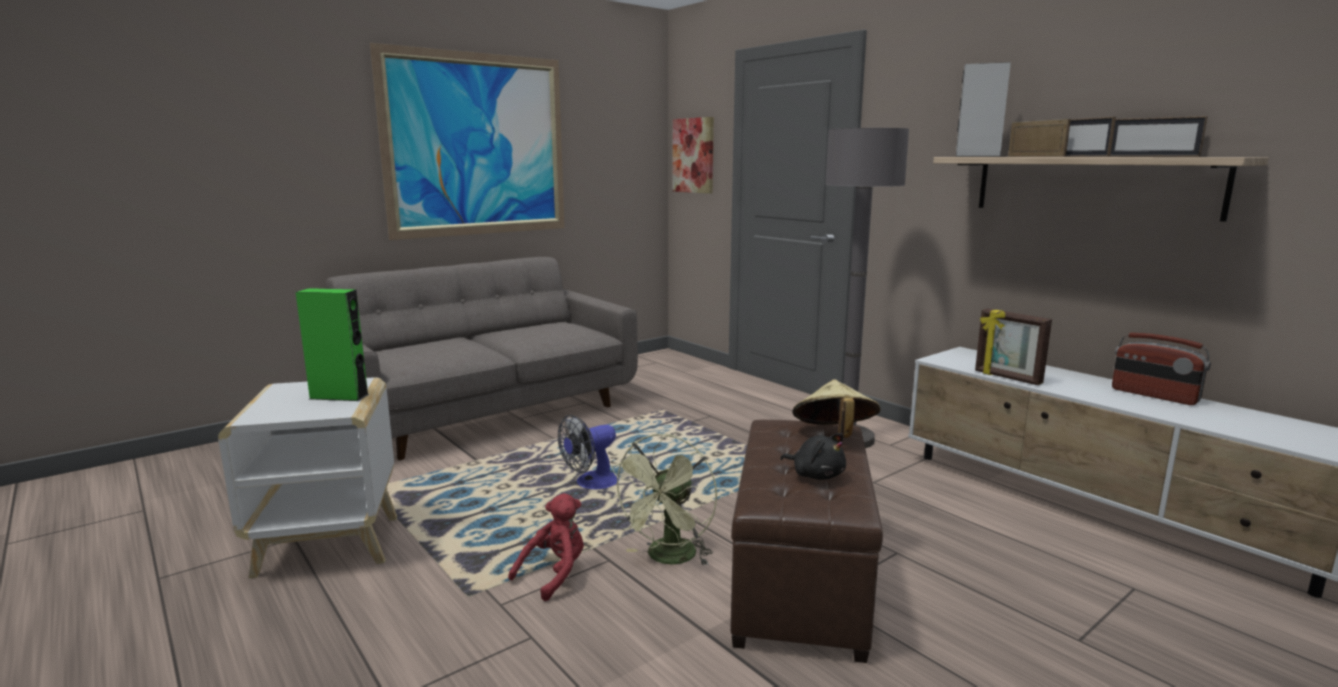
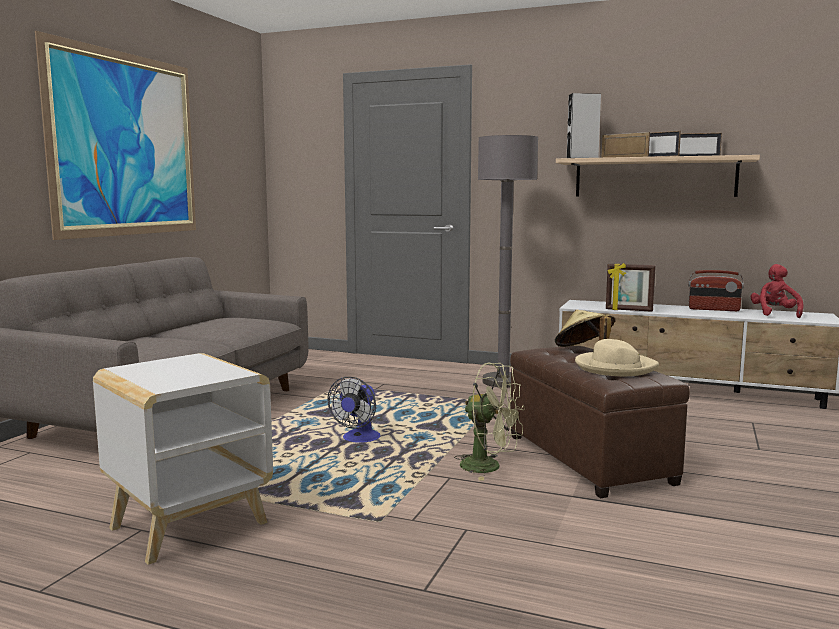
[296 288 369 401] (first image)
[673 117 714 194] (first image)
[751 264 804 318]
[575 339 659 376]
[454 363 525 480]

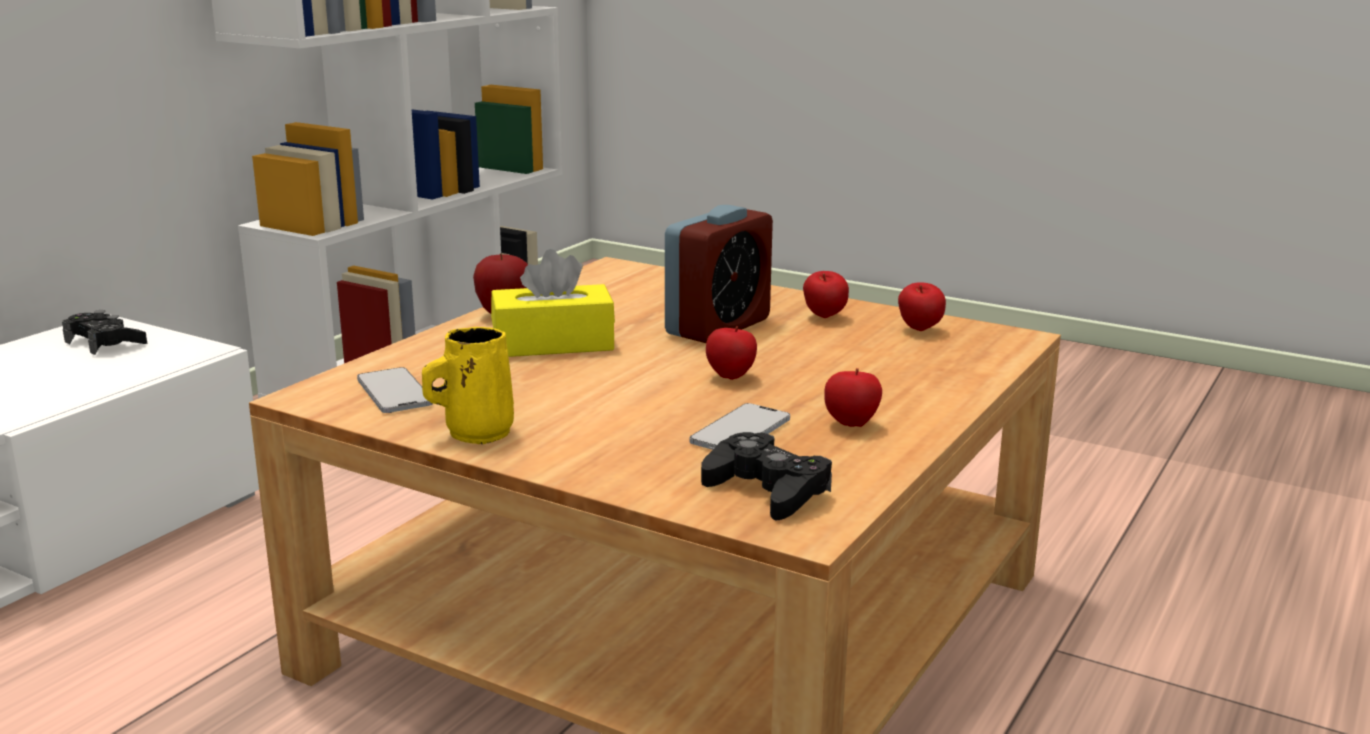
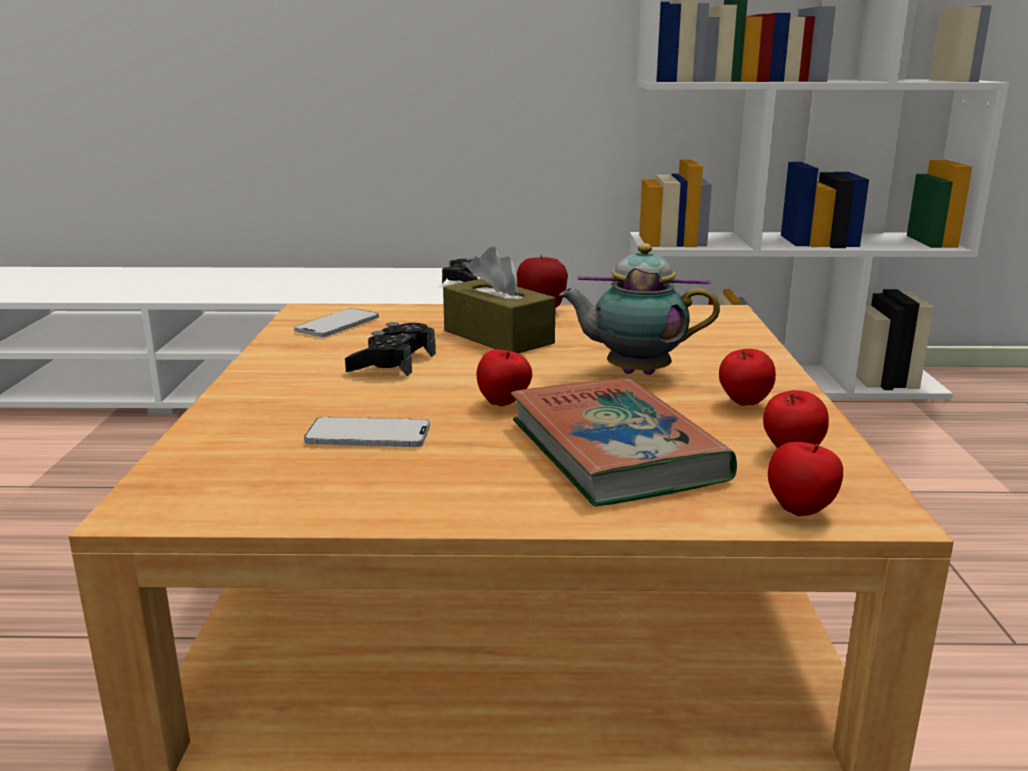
[422 327 514 444] (first image)
[510 378 737 506]
[345 322 436 376]
[768 442 843 516]
[559 243 720 375]
[443 247 556 353]

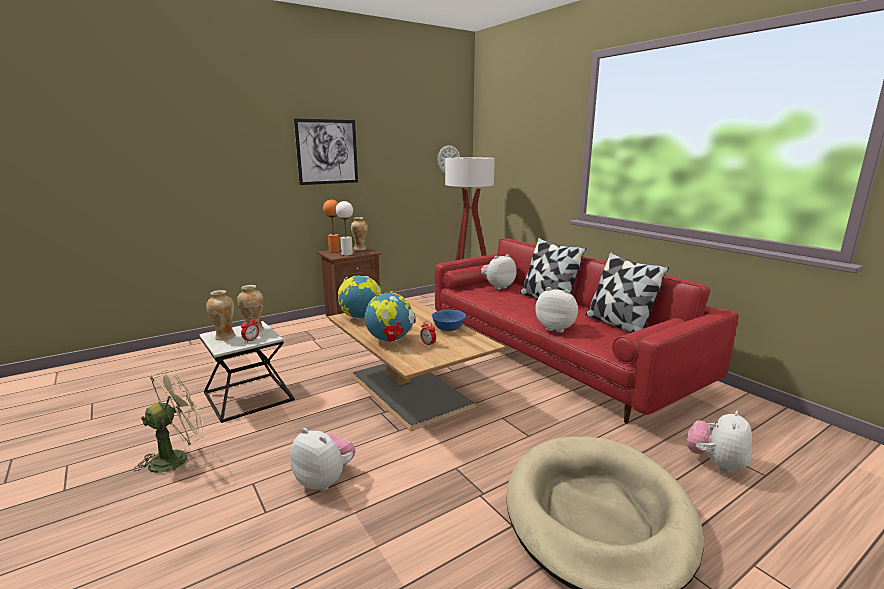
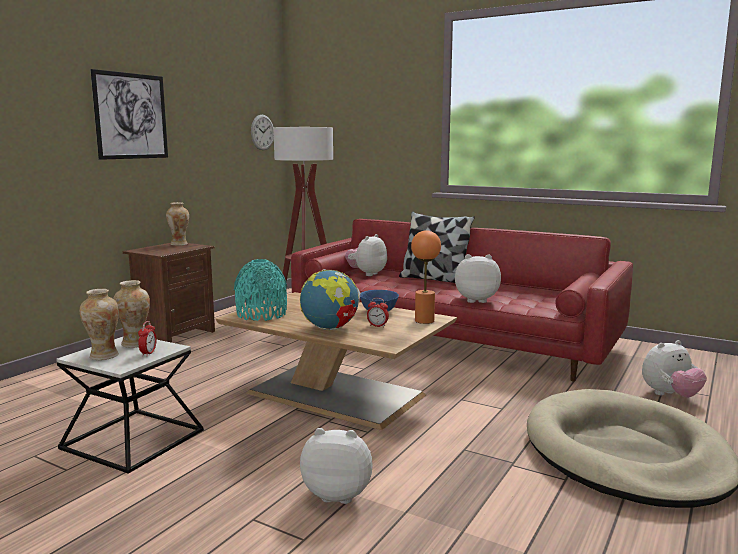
[134 370 205 473] (first image)
[336 201 353 256] (first image)
[586 252 669 333] (first image)
[411 230 441 324]
[234 259 287 321]
[642 340 707 398]

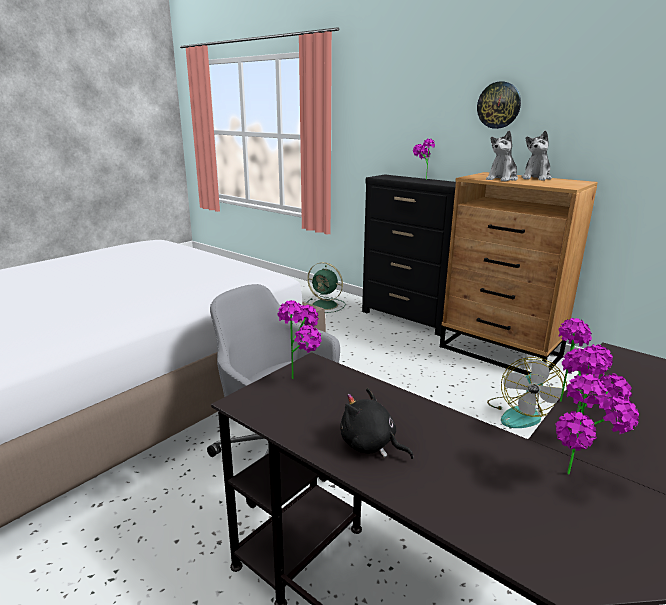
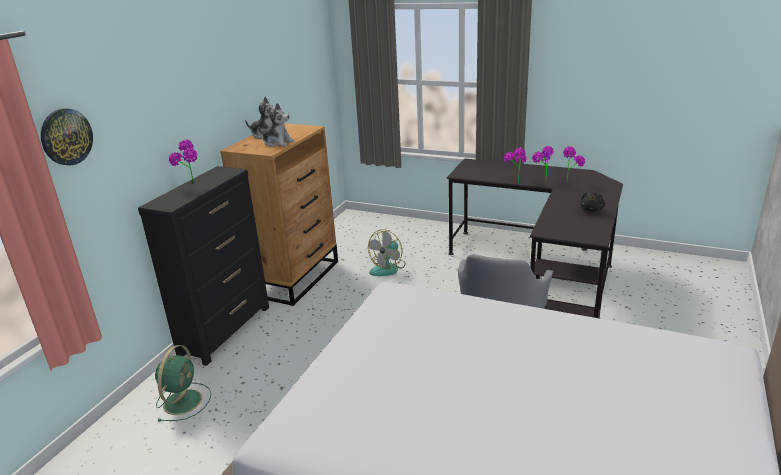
[278 300 321 379] (first image)
[41 108 93 166]
[368 230 405 276]

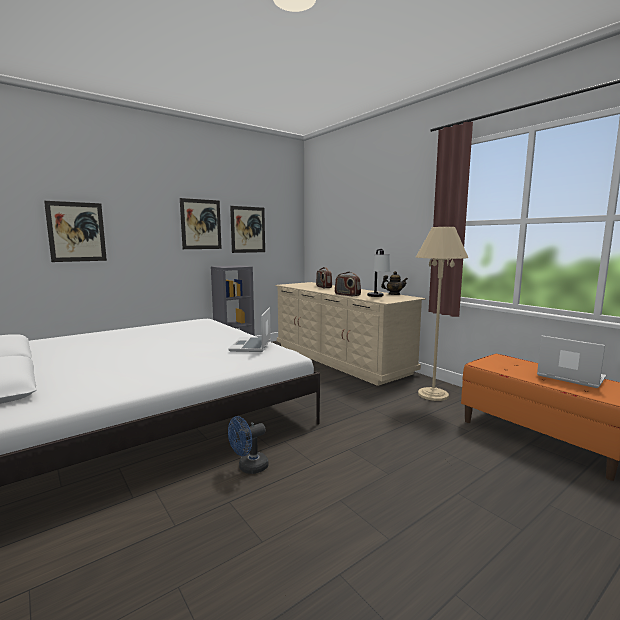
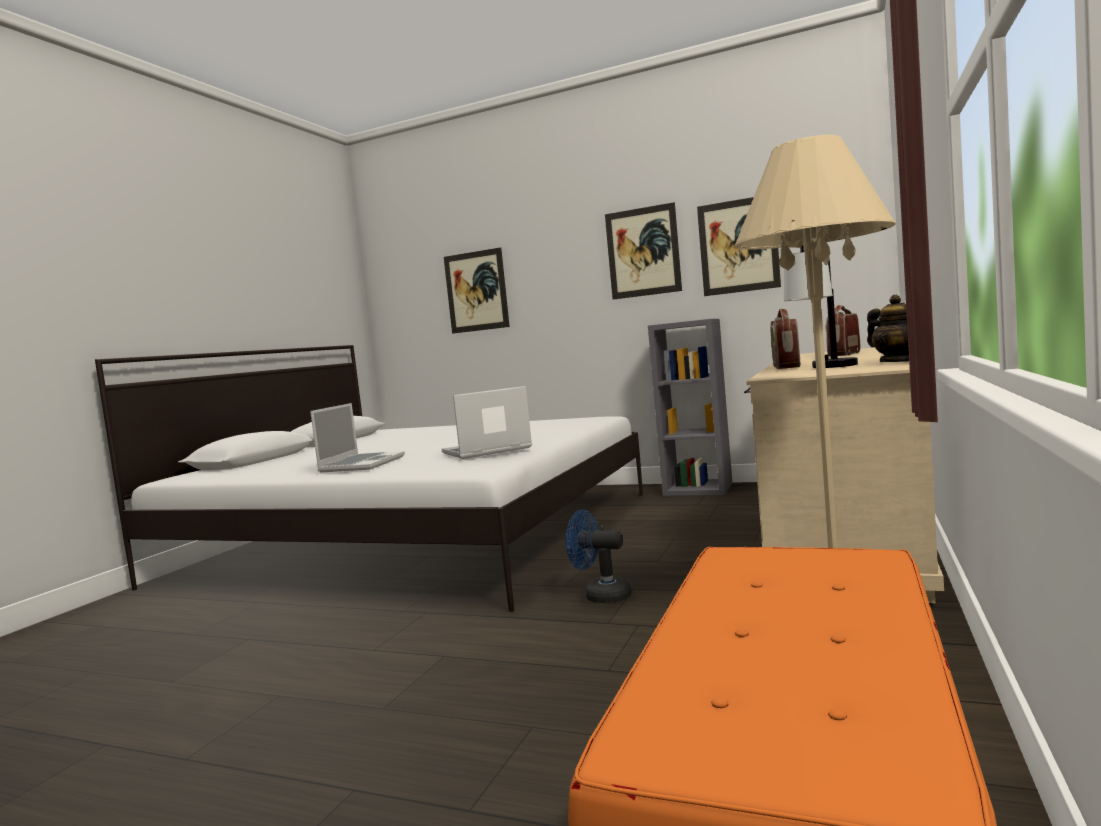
[565 510 631 603]
[310 403 405 473]

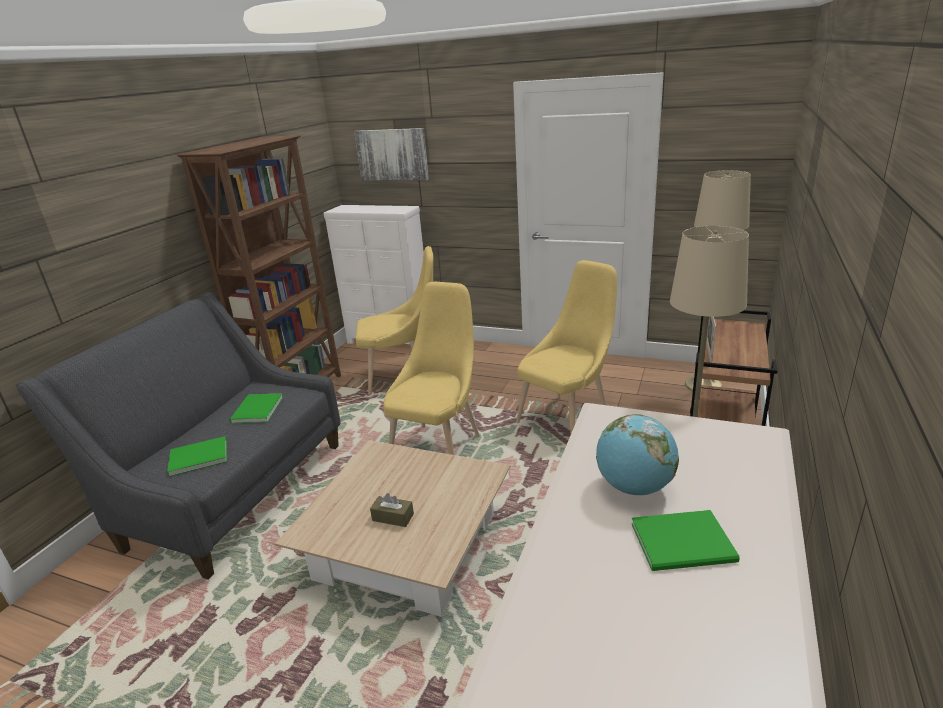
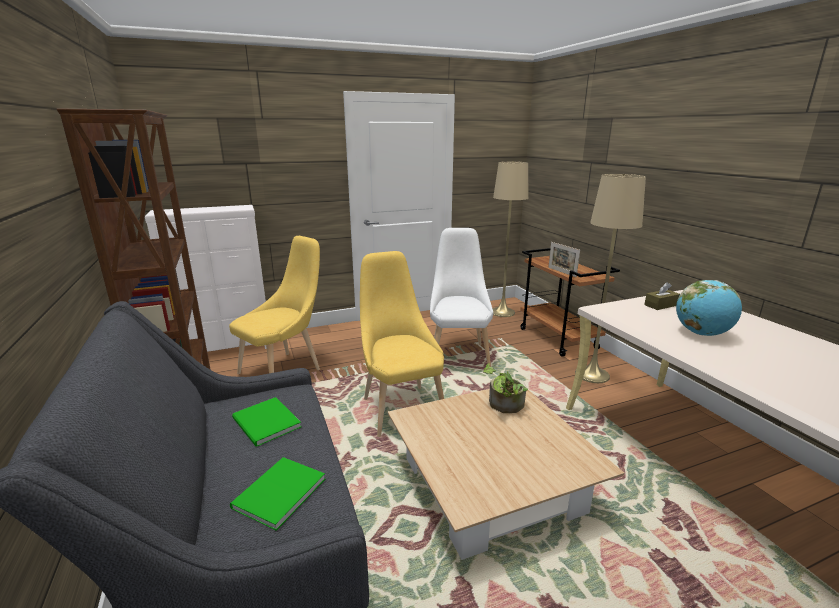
[354 128 429 180] (first image)
[632 510 740 571] (first image)
[483 363 528 413]
[644 282 680 310]
[430 228 493 367]

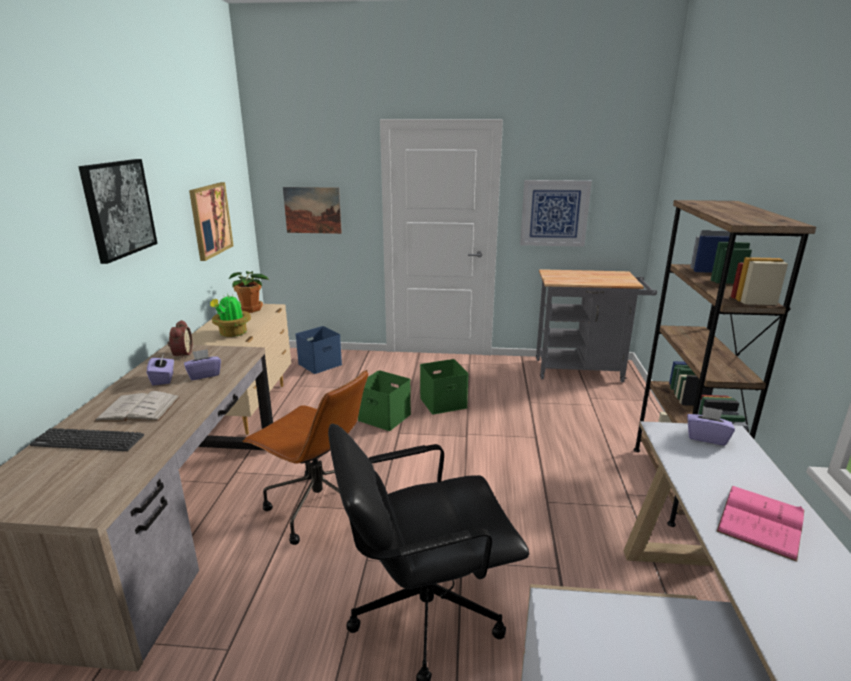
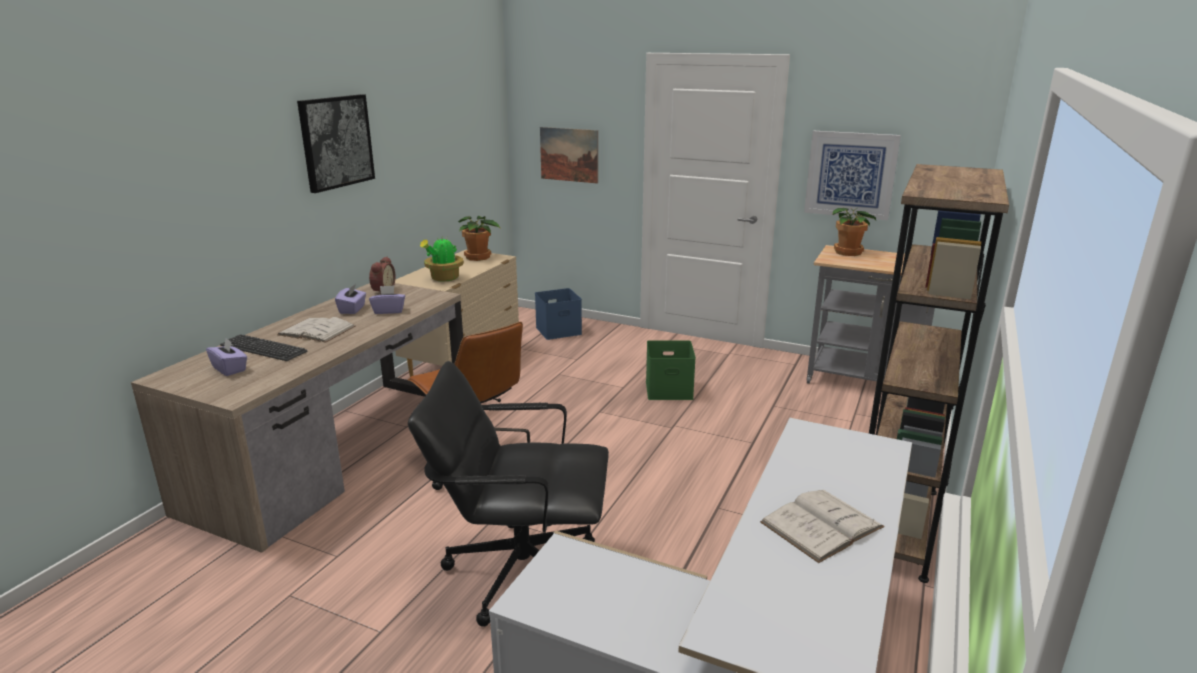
[189 182 234 261] (first image)
[358 370 411 431] (first image)
[832 208 876 256]
[206 339 247 376]
[760 490 885 563]

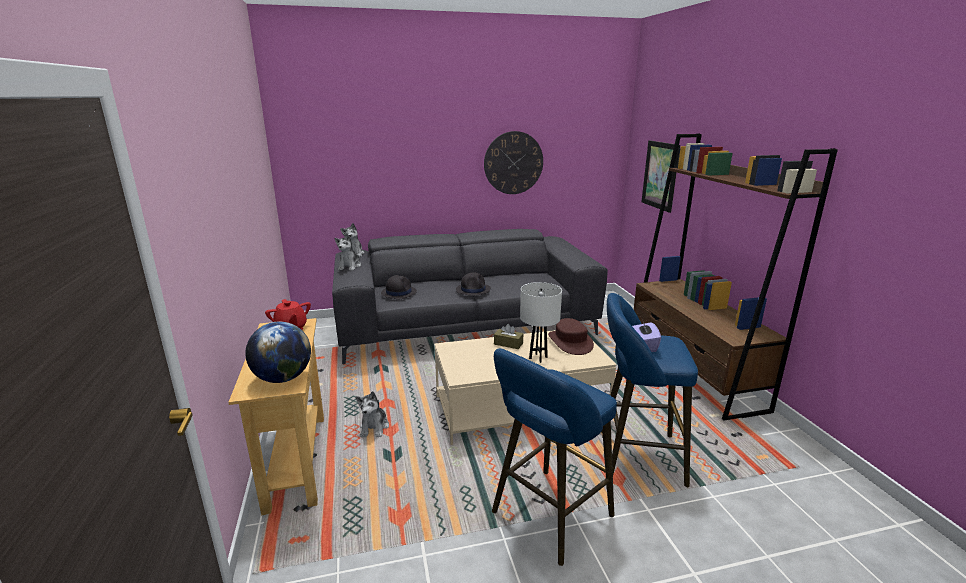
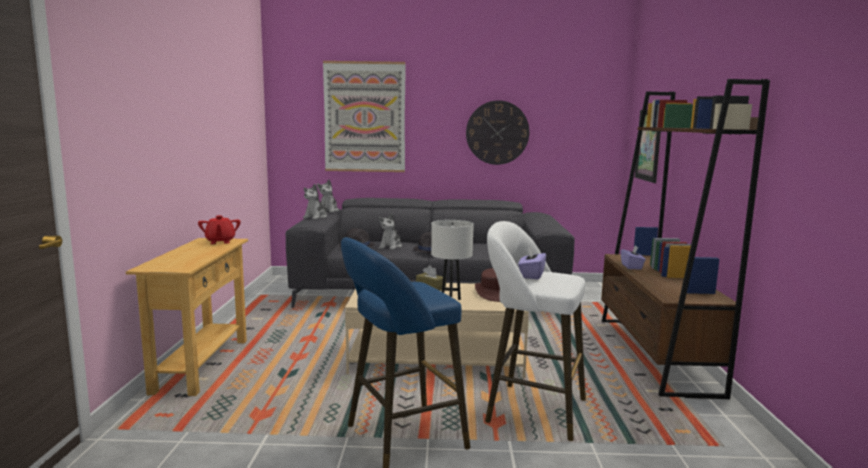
[245 322 311 383] (first image)
[323 61 406 172]
[621 245 646 269]
[379 213 402 250]
[485 221 586 441]

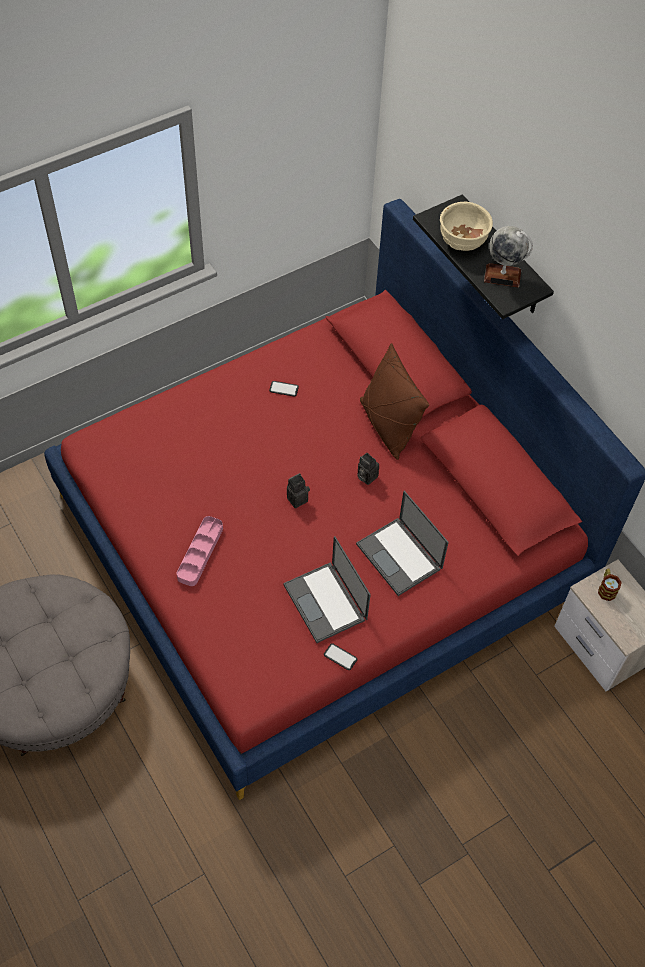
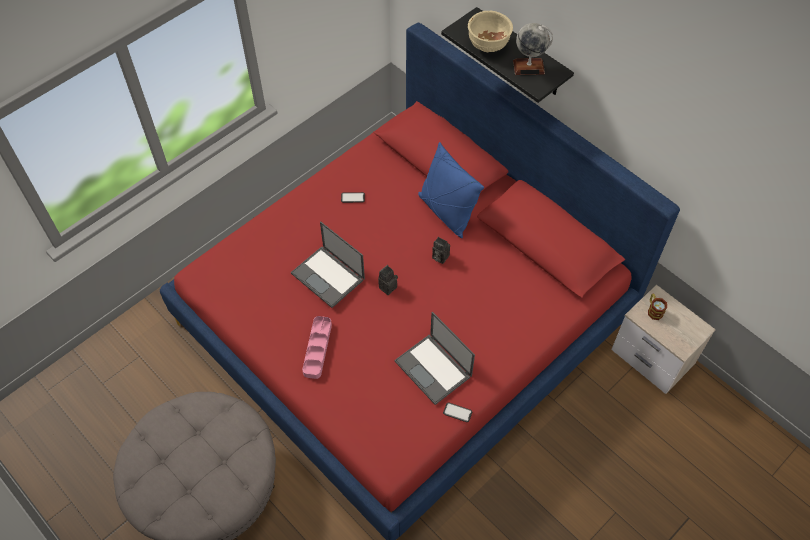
[291 221 365 308]
[418 142 484 238]

